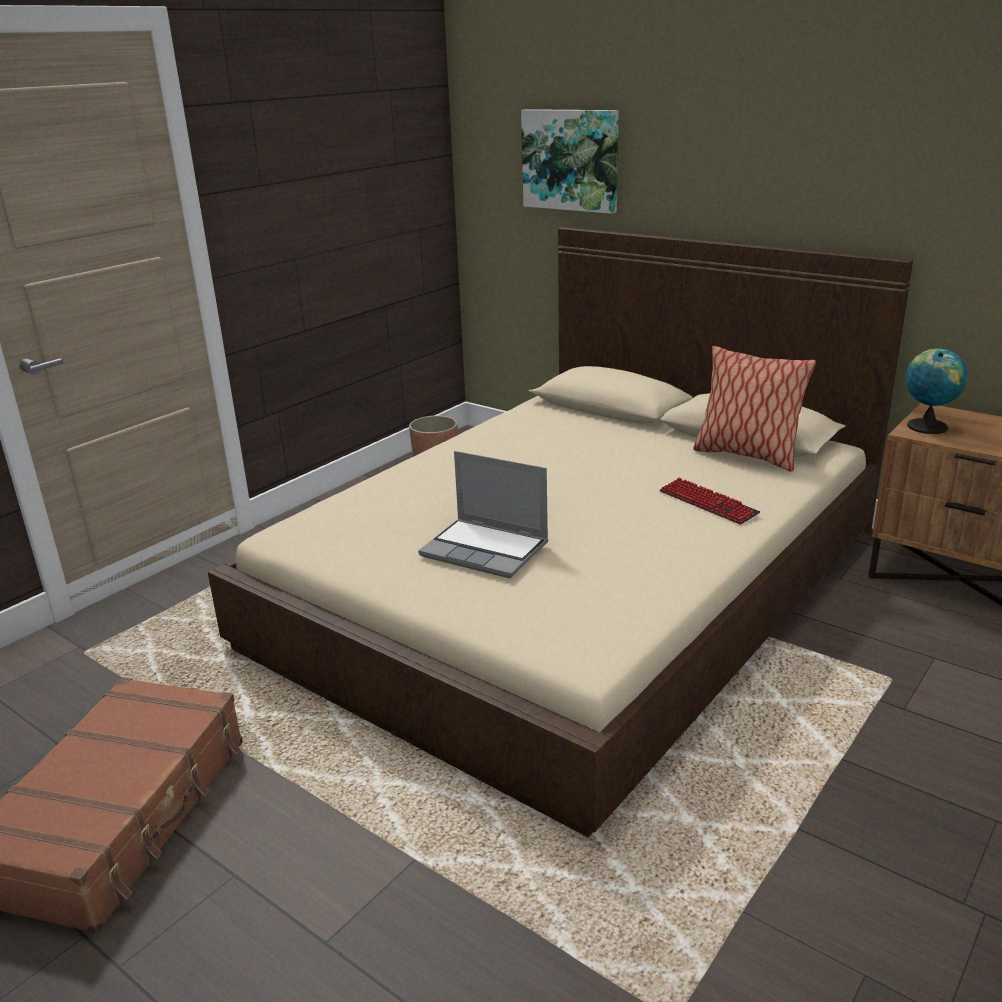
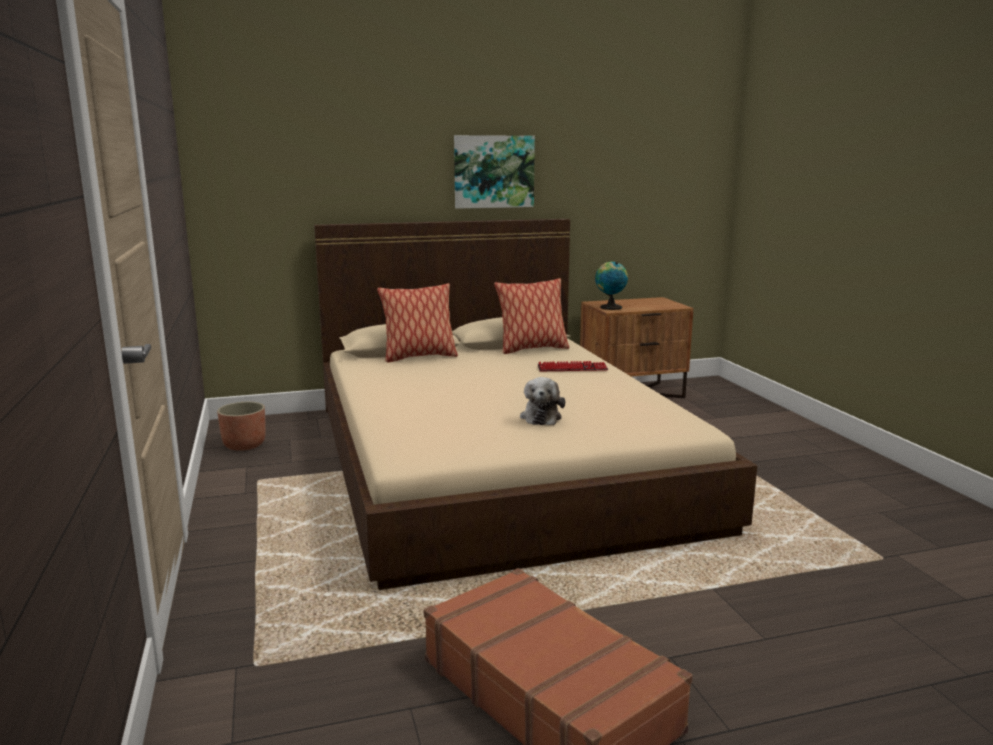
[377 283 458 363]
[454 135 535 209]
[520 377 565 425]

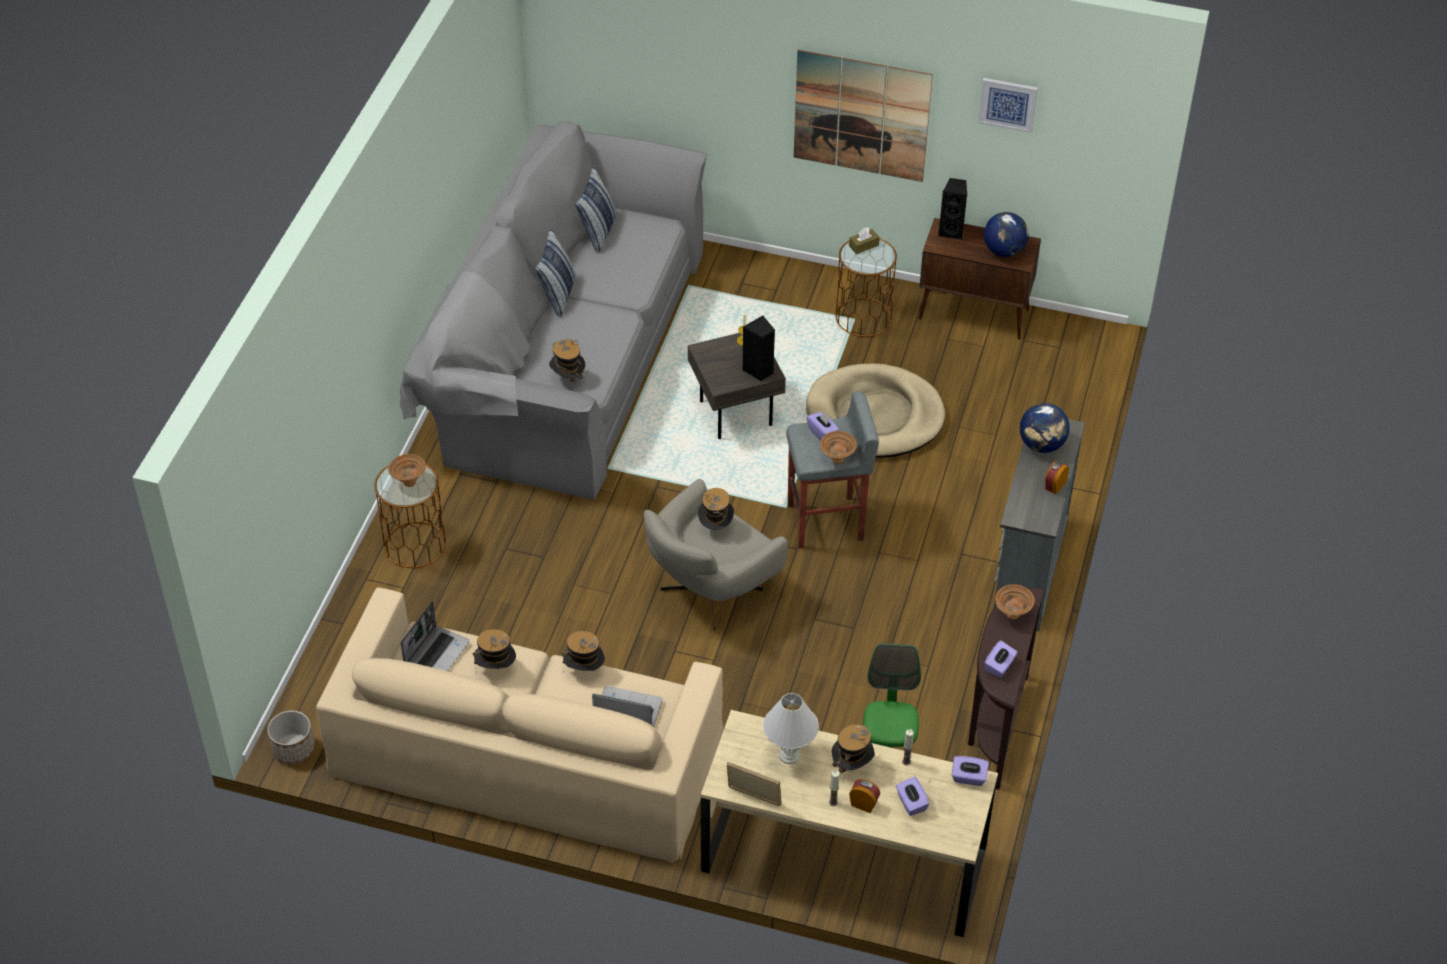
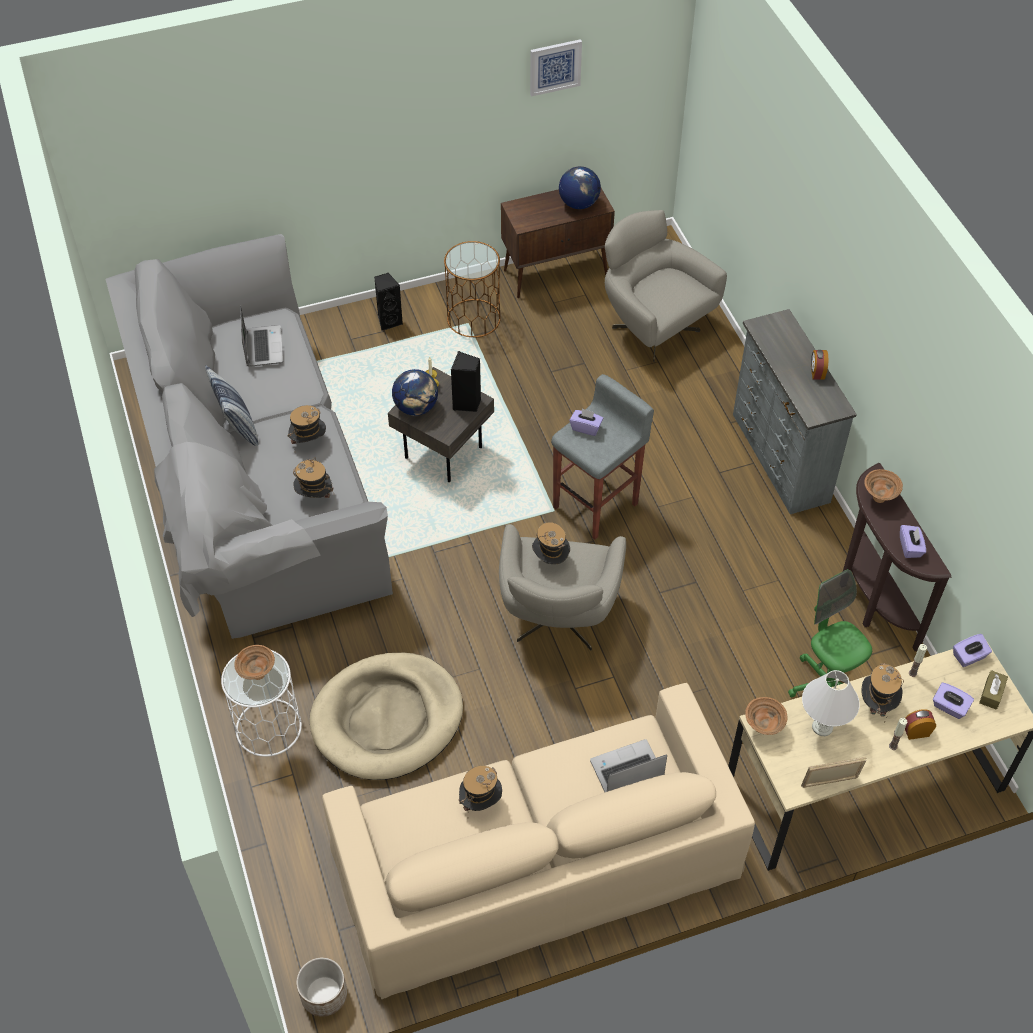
[575 165 617 254] (first image)
[794 50 933 182] (first image)
[605 210 727 362]
[240 305 283 367]
[287 405 326 444]
[310 653 463 780]
[745 697 787 735]
[979 670 1008 710]
[374 273 403 331]
[392 369 438 416]
[221 650 302 757]

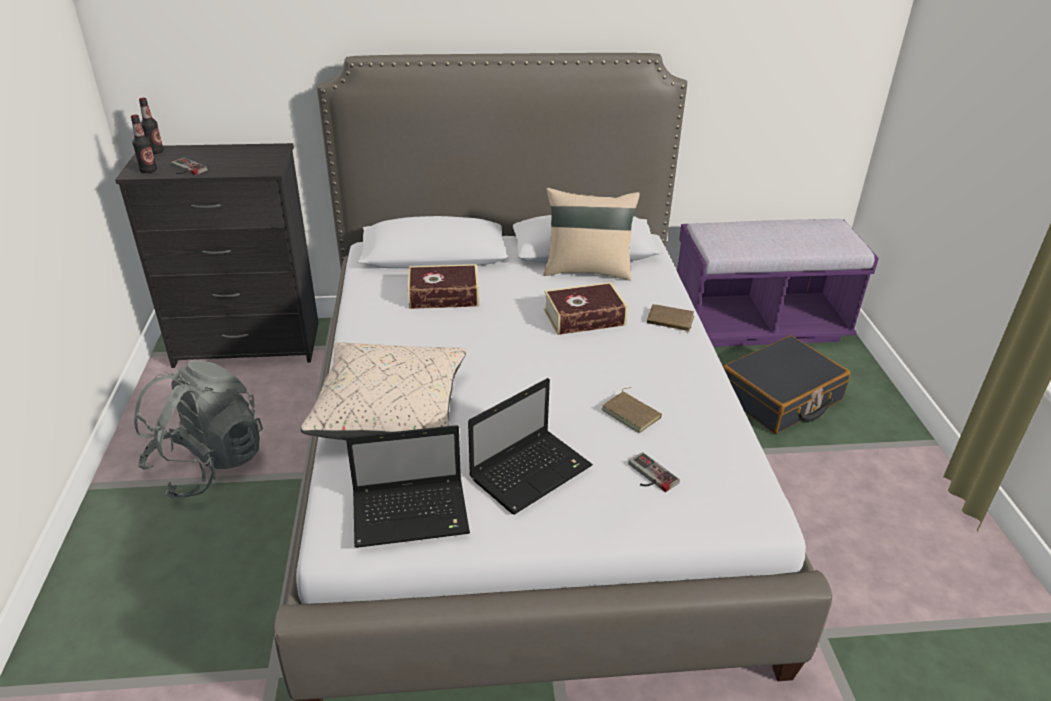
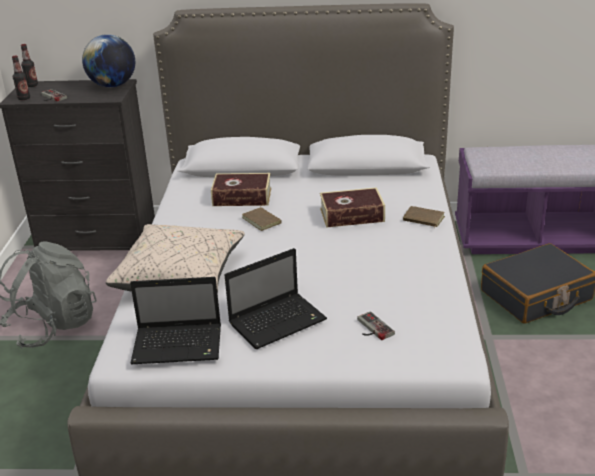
[543 188 640 281] (first image)
[82 34 135 87]
[242 205 282 231]

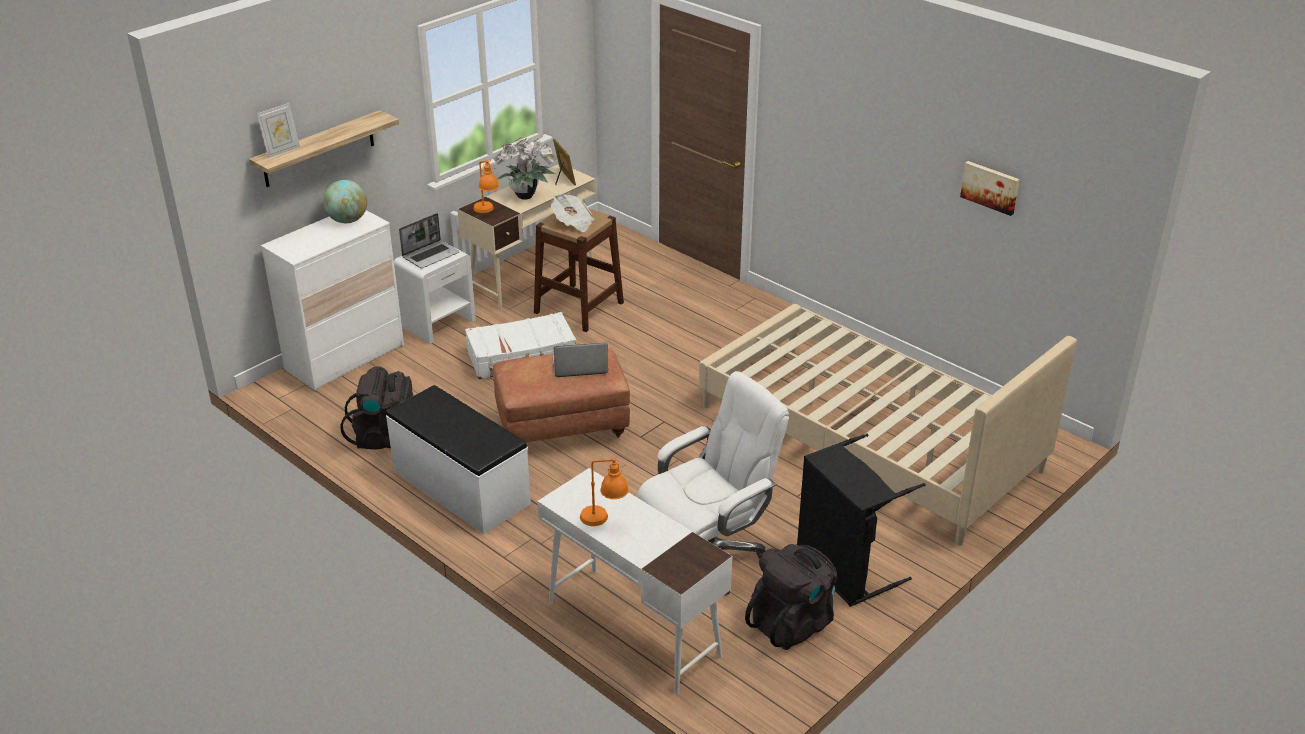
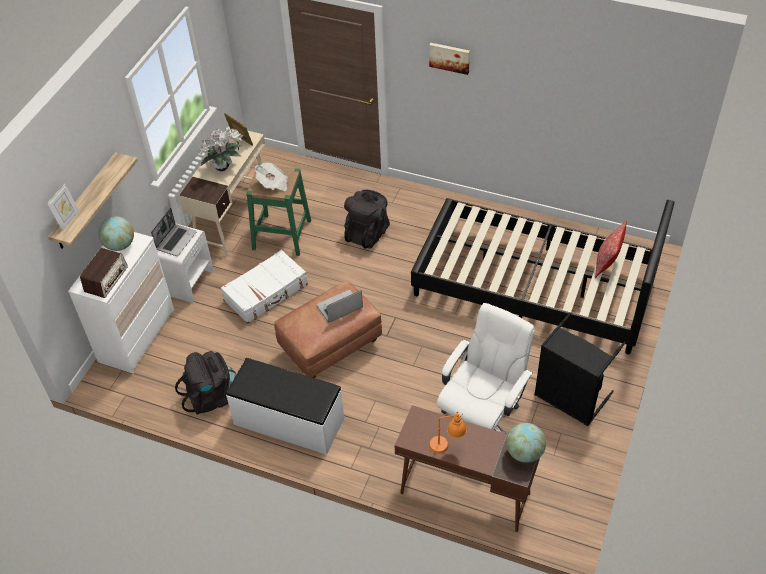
[473 160 499 213] (first image)
[80 248 128 298]
[506 423 546 463]
[594 221 627 278]
[344 190 390 249]
[429 43 470 75]
[247 164 311 256]
[394 405 540 532]
[411 198 675 354]

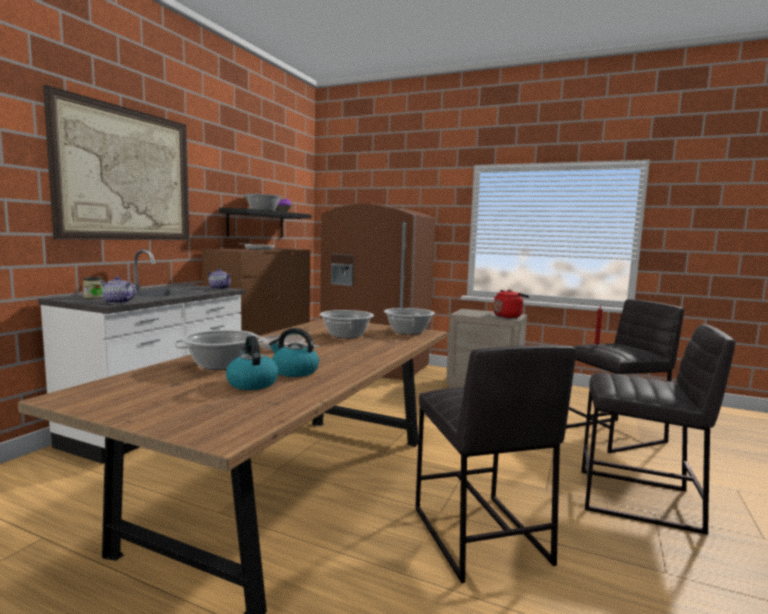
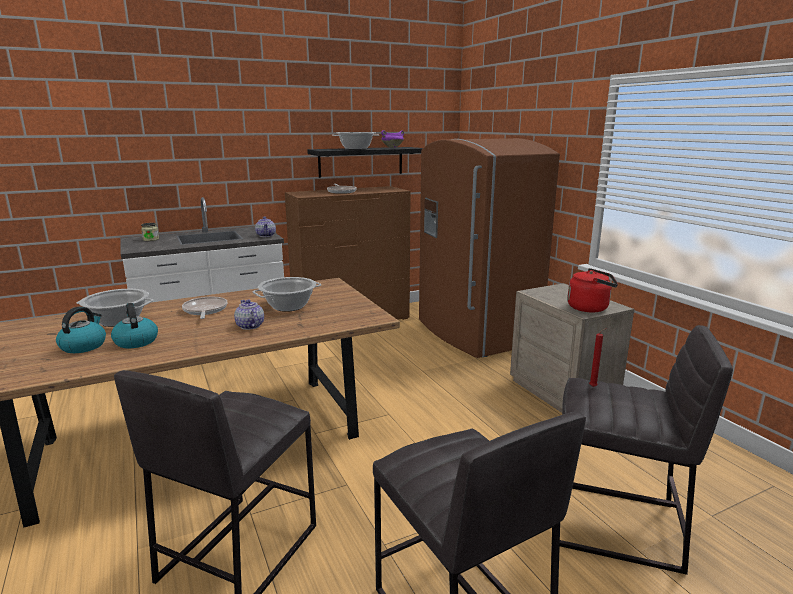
[43 85 189 240] (first image)
[384 308 435 335] (first image)
[234 299 264 330]

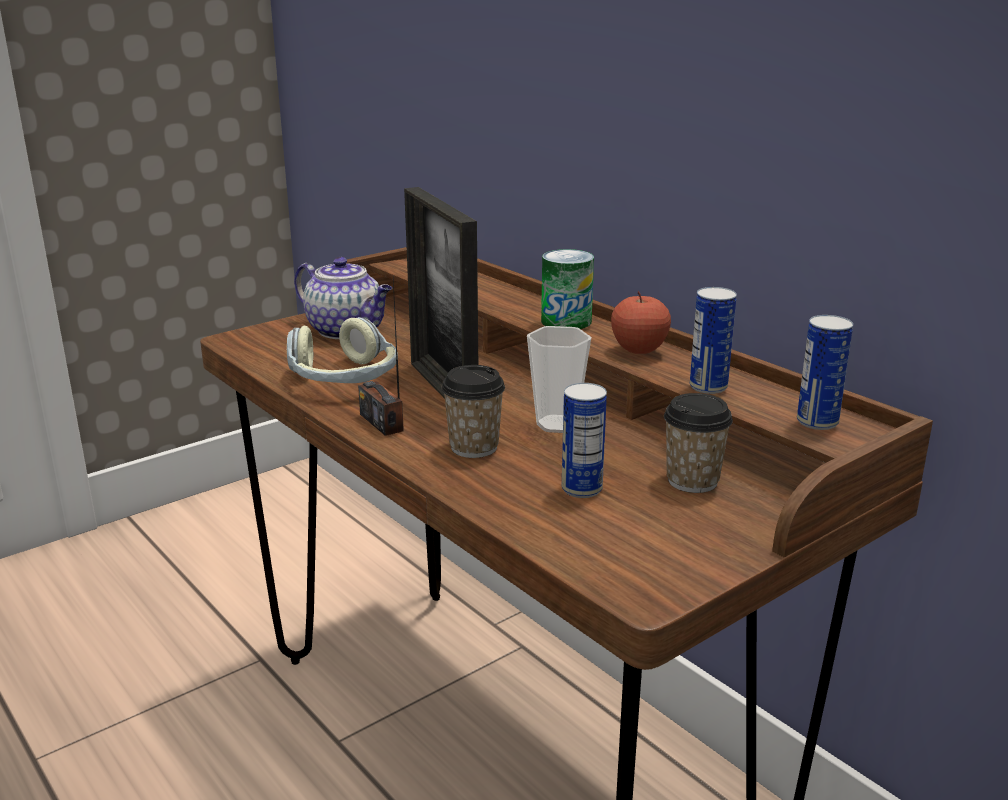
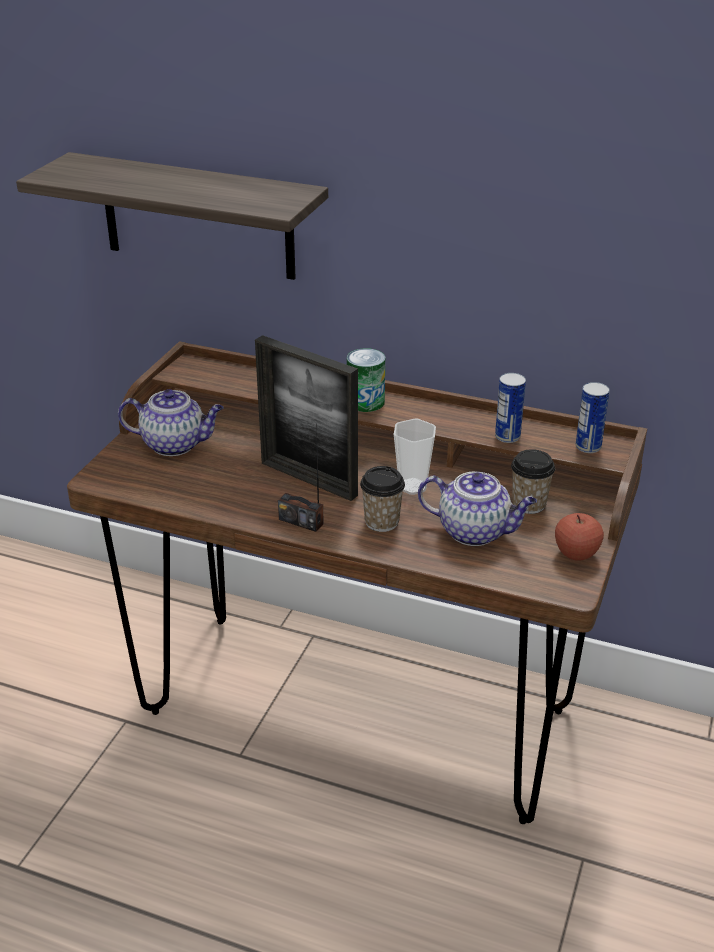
[287 317 398 383] (first image)
[16 152 328 280]
[555 513 604 561]
[418 472 537 546]

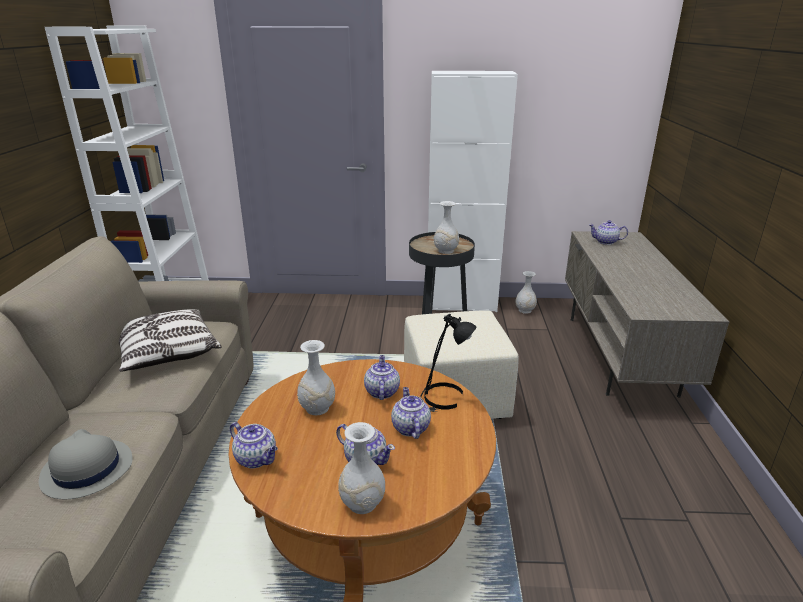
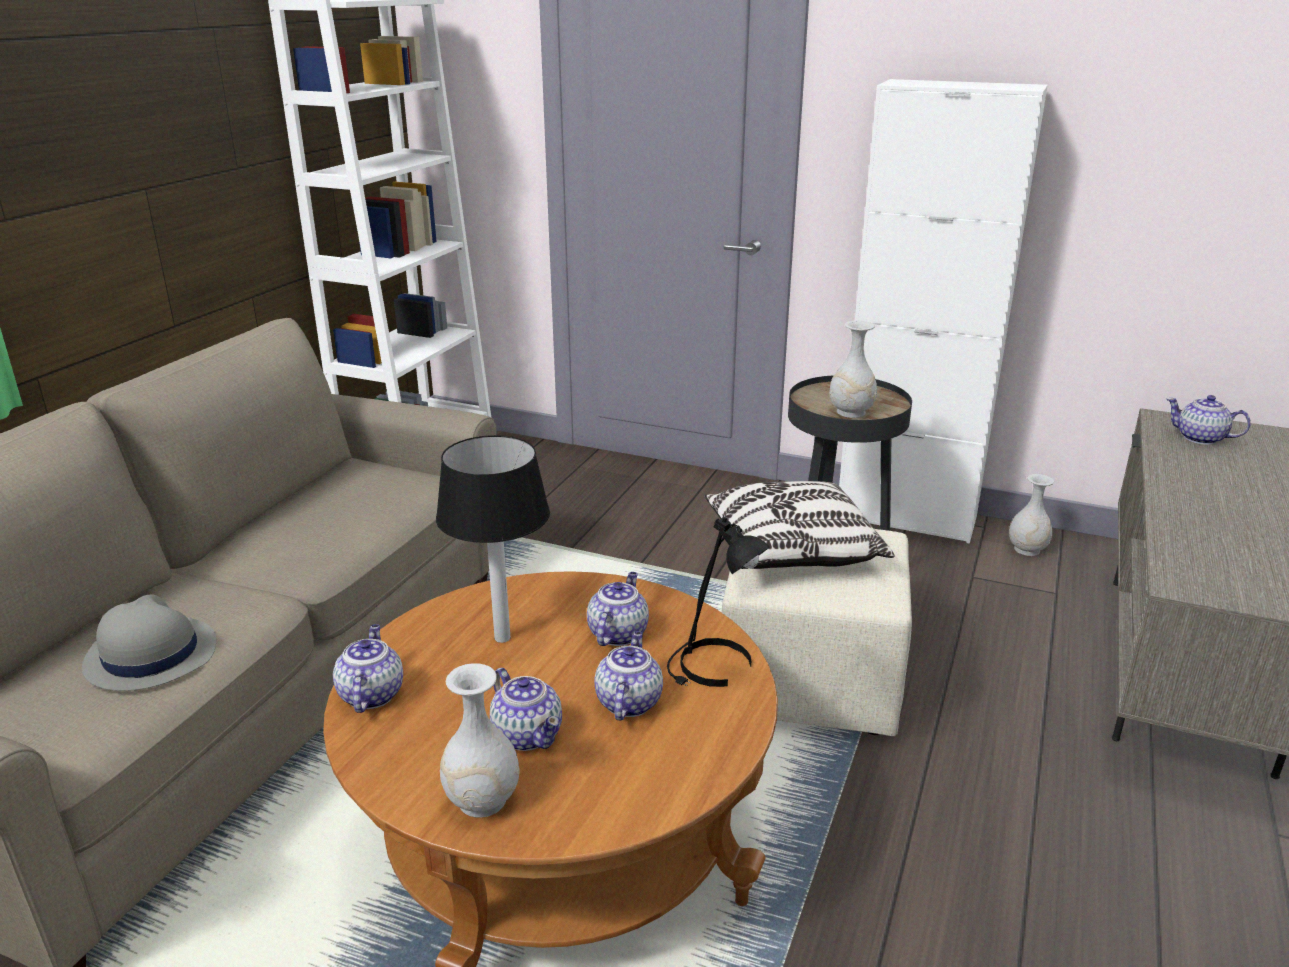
[704 481 895 569]
[436 435 550 643]
[333 624 403 713]

